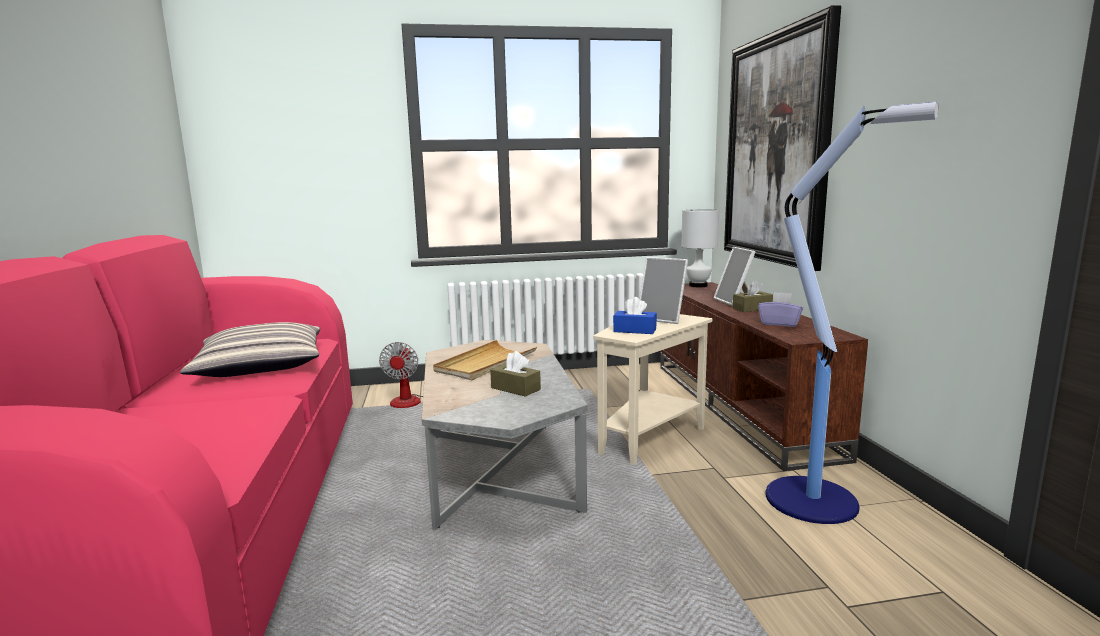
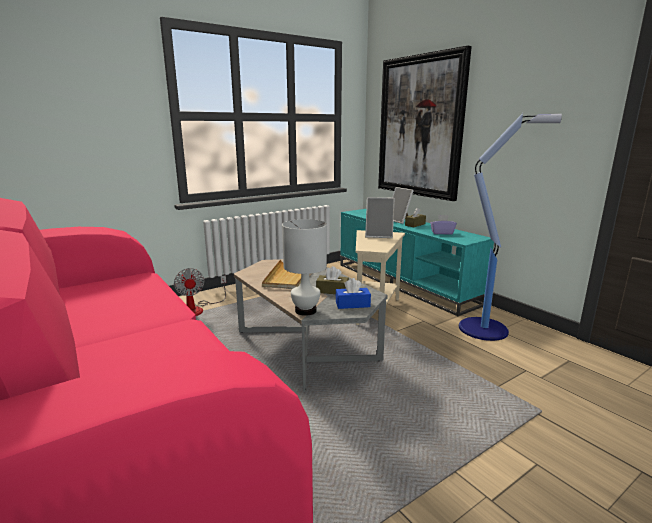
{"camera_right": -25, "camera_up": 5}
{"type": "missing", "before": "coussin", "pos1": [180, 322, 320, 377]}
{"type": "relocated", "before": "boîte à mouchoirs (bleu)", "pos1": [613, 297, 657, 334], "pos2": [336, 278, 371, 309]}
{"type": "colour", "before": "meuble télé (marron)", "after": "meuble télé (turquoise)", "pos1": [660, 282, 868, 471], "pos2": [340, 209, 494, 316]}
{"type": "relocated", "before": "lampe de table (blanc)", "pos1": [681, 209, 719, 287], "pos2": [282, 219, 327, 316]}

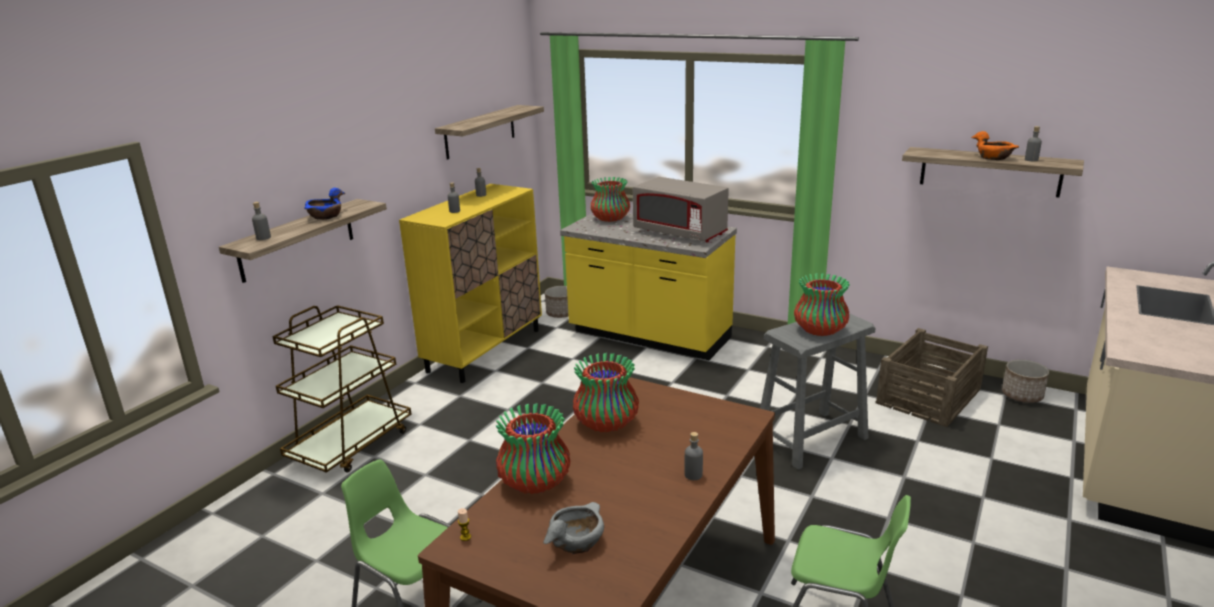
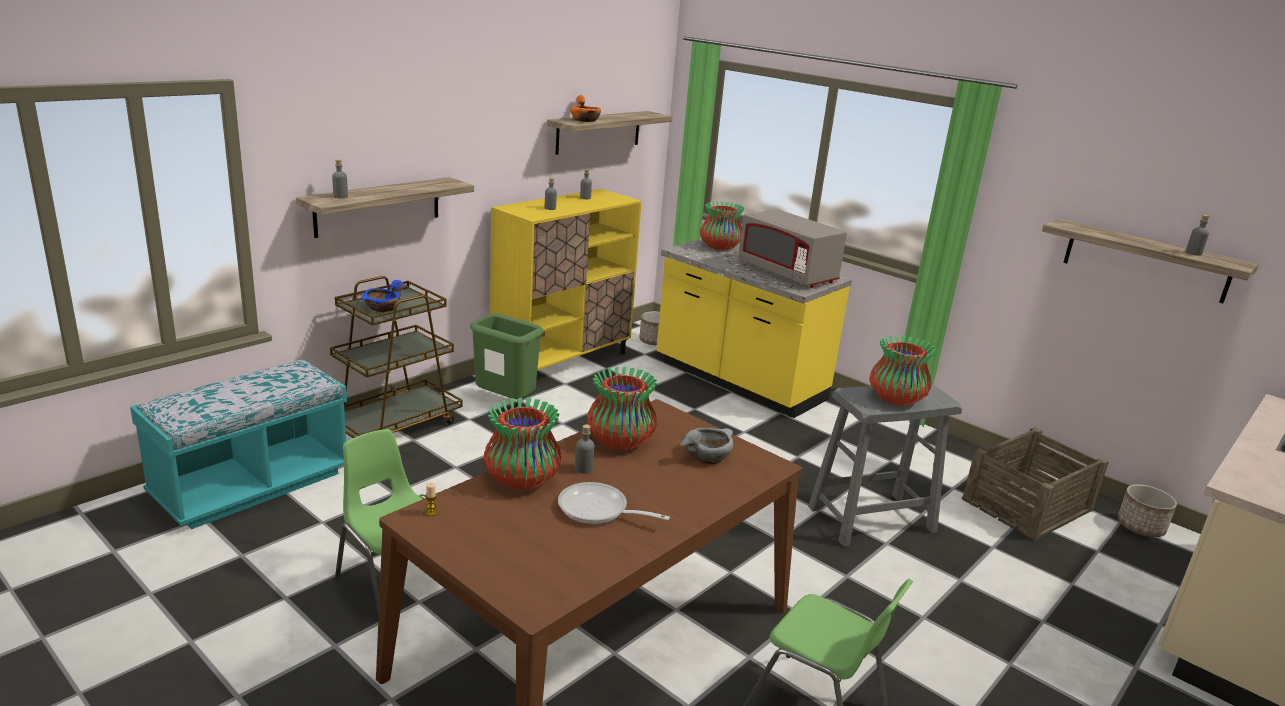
{"camera_right": 10, "camera_up": 0}
{"type": "relocated", "before": "bol (bleu)", "pos1": [304, 188, 345, 220], "pos2": [361, 280, 408, 312]}
{"type": "relocated", "before": "bol (gris)", "pos1": [543, 502, 604, 554], "pos2": [680, 428, 733, 464]}
{"type": "relocated", "before": "bouteille (gris)", "pos1": [684, 432, 703, 480], "pos2": [575, 424, 595, 474]}
{"type": "relocated", "before": "bol (orange)", "pos1": [971, 131, 1019, 160], "pos2": [570, 95, 601, 122]}
{"type": "appeared", "after": "banc (turquoise)", "pos2": [130, 360, 347, 529]}
{"type": "appeared", "after": "poubelle (vert)", "pos2": [470, 313, 543, 399]}
{"type": "appeared", "after": "poêle", "pos2": [558, 482, 670, 524]}

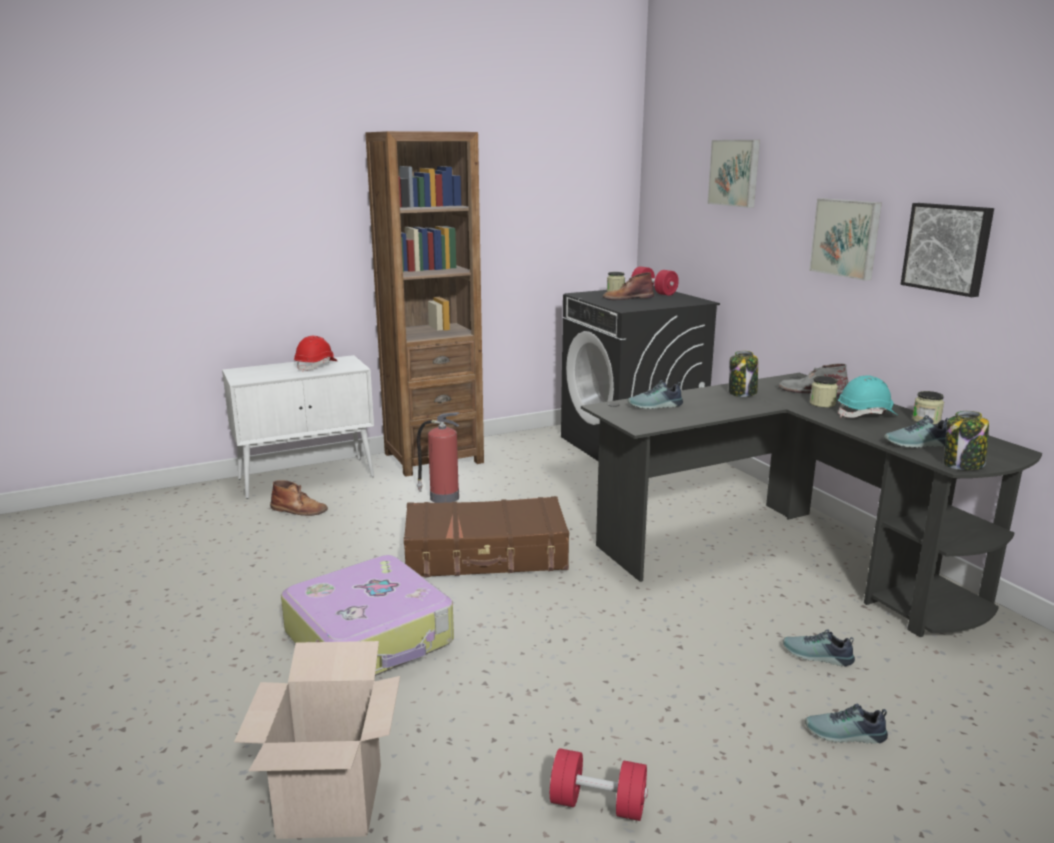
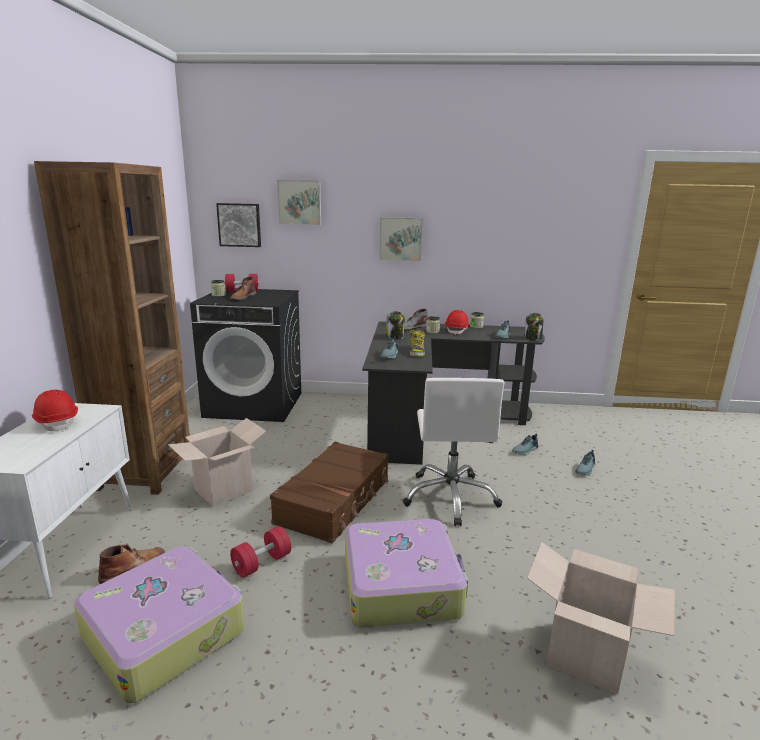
{"camera_right": -60, "camera_up": 0}
{"type": "exchanged", "before": "extincteur", "after": "carton", "pos1": [417, 412, 460, 503], "pos2": [168, 418, 267, 507]}
{"type": "relocated", "before": "haltère (rouge)", "pos1": [550, 748, 648, 821], "pos2": [230, 526, 291, 578]}
{"type": "colour", "before": "casque de chantier (turquoise)", "after": "casque de chantier (rouge)", "pos1": [838, 375, 897, 418], "pos2": [445, 310, 470, 335]}
{"type": "relocated", "before": "tableau", "pos1": [900, 203, 994, 297], "pos2": [216, 203, 261, 247]}
{"type": "appeared", "after": "valise", "pos2": [74, 546, 244, 703]}
{"type": "appeared", "after": "chaise de bureau (blanc)", "pos2": [403, 378, 504, 526]}
{"type": "appeared", "after": "botte", "pos2": [410, 330, 425, 357]}

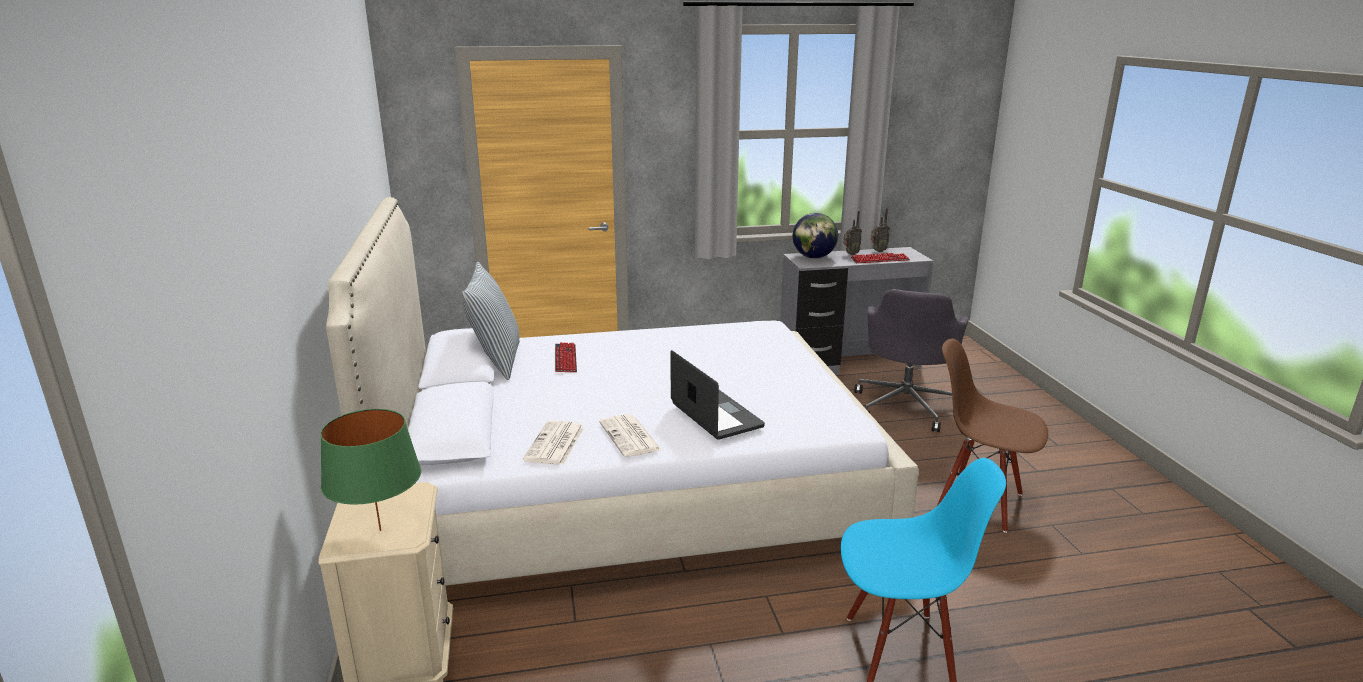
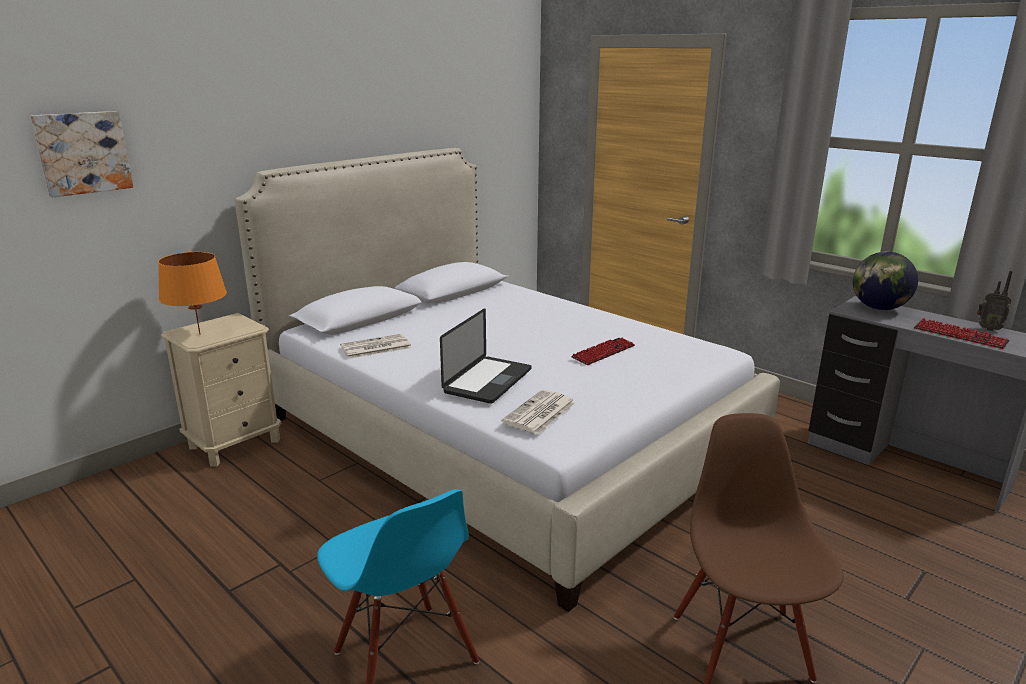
{"camera_right": 55, "camera_up": 0}
{"type": "colour", "before": "lampe de table (vert)", "after": "lampe de table (orange)", "pos1": [320, 409, 421, 531], "pos2": [158, 252, 227, 335]}
{"type": "missing", "before": "coussin", "pos1": [462, 262, 520, 380]}
{"type": "relocated", "before": "clavier", "pos1": [555, 342, 577, 372], "pos2": [571, 338, 635, 365]}
{"type": "relocated", "before": "journal", "pos1": [599, 414, 662, 457], "pos2": [501, 390, 576, 434]}
{"type": "missing", "before": "radio", "pos1": [843, 211, 862, 255]}
{"type": "missing", "before": "chaise de bureau (gris)", "pos1": [854, 289, 969, 432]}
{"type": "appeared", "after": "tableau", "pos2": [31, 111, 133, 197]}

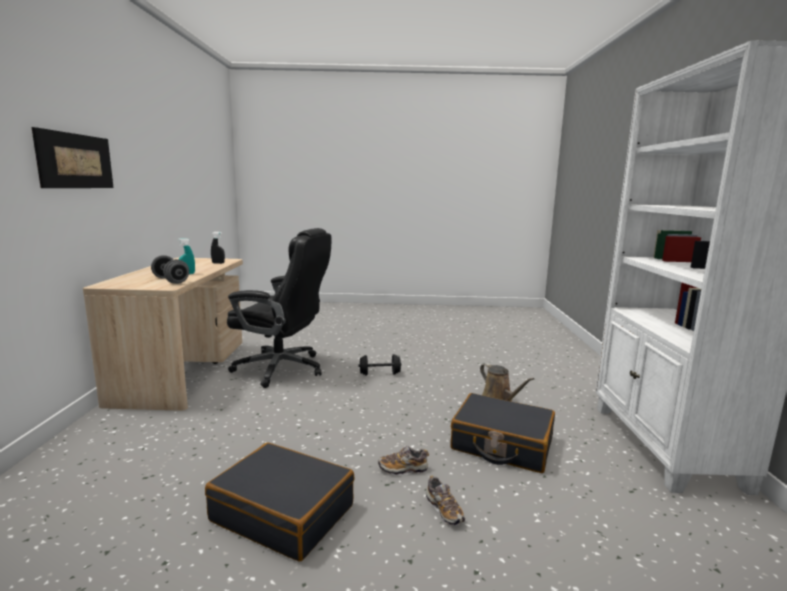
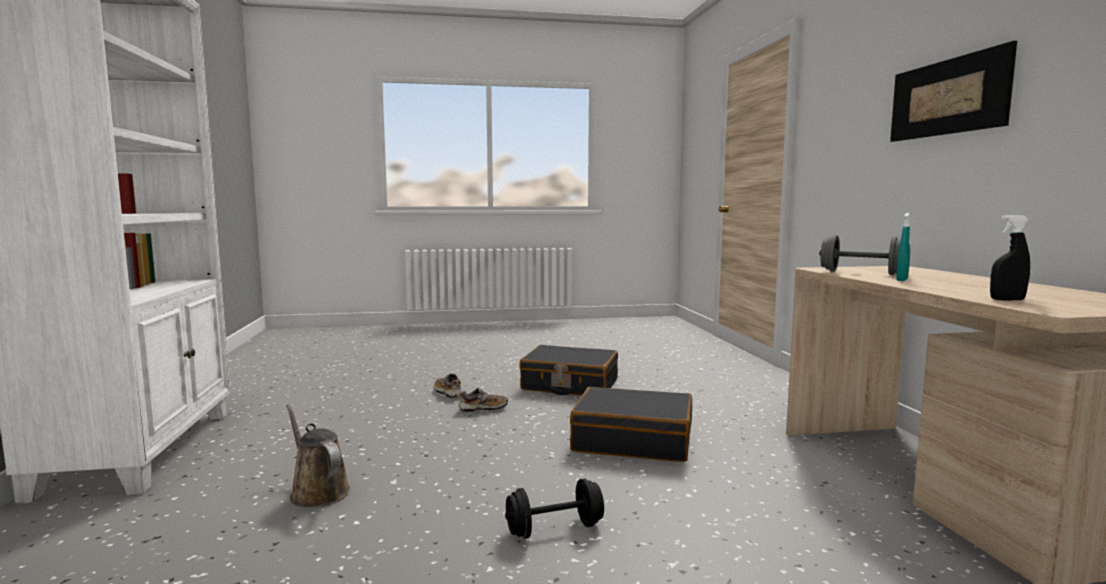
{"camera_right": 170, "camera_up": -5}
{"type": "missing", "before": "chaise de bureau (noir)", "pos1": [227, 228, 331, 388]}
{"type": "relocated", "before": "valise (noir)", "pos1": [450, 393, 555, 473], "pos2": [570, 387, 692, 462]}

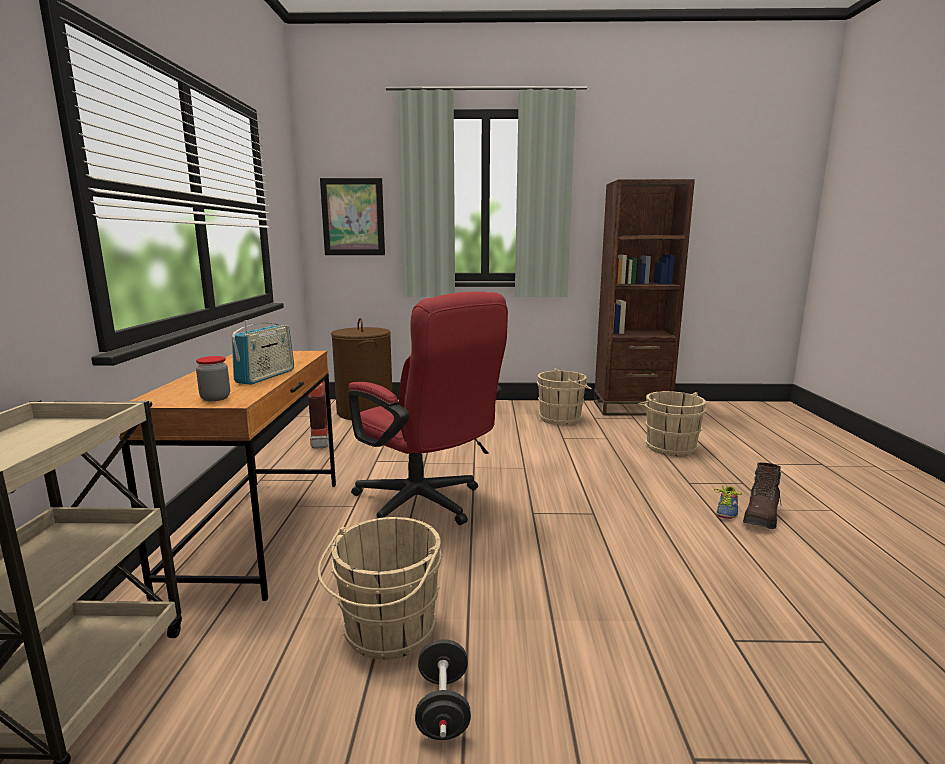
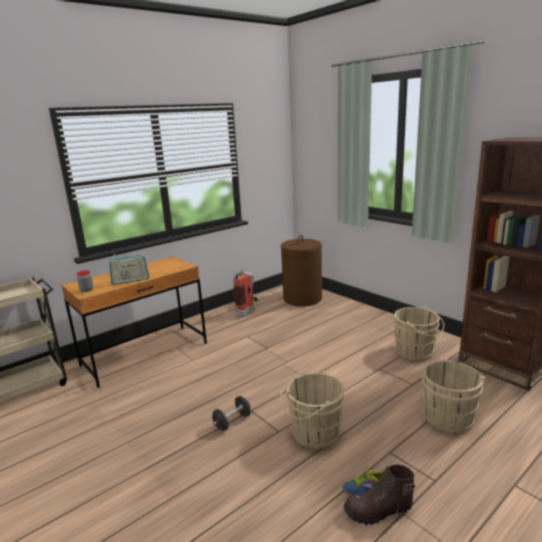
{"camera_right": 50, "camera_up": 5}
{"type": "relocated", "before": "seau (beige)", "pos1": [317, 517, 443, 660], "pos2": [280, 371, 345, 449]}
{"type": "missing", "before": "tableau", "pos1": [320, 178, 385, 255]}
{"type": "missing", "before": "chaise de bureau (rouge)", "pos1": [348, 292, 508, 525]}
{"type": "relocated", "before": "haltère (noir)", "pos1": [415, 639, 471, 740], "pos2": [212, 396, 251, 431]}

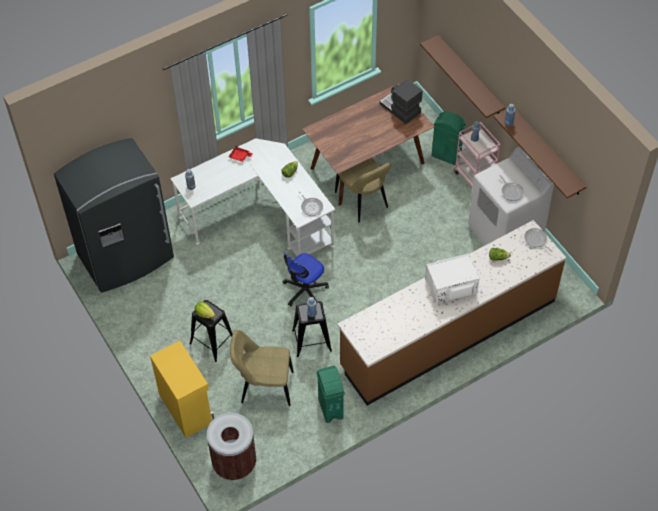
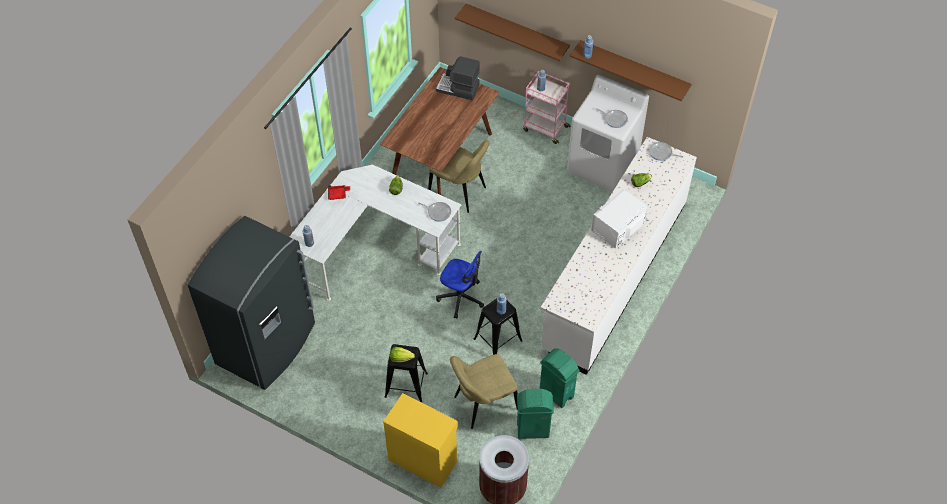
{"camera_right": -30, "camera_up": 0}
{"type": "spun", "before": "chaise de bureau", "pos1": [283, 253, 329, 307], "pos2": [436, 251, 484, 318], "turn": -75}
{"type": "colour", "before": "comptoir de cuisine (marron)", "after": "comptoir de cuisine (blanc)", "pos1": [337, 220, 566, 406], "pos2": [540, 137, 697, 375]}
{"type": "relocated", "before": "poubelle (vert)", "pos1": [432, 111, 466, 165], "pos2": [517, 389, 554, 439]}

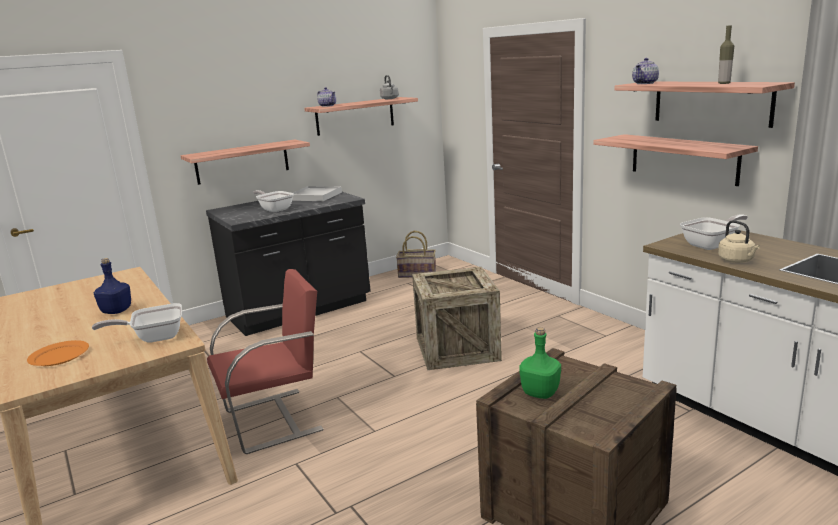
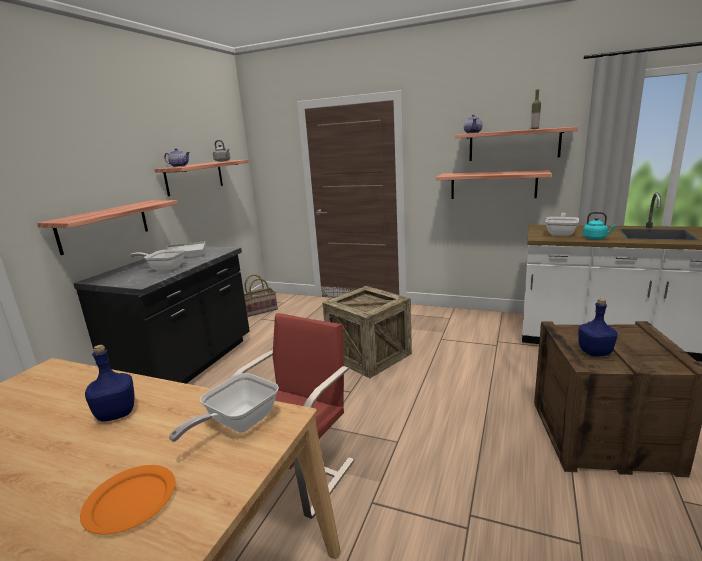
{"camera_right": -35, "camera_up": 0}
{"type": "colour", "before": "bouteille (vert)", "after": "bouteille (bleu)", "pos1": [519, 327, 561, 399], "pos2": [578, 299, 618, 356]}
{"type": "colour", "before": "bouilloire (beige)", "after": "bouilloire (turquoise)", "pos1": [718, 220, 760, 263], "pos2": [583, 212, 616, 240]}

